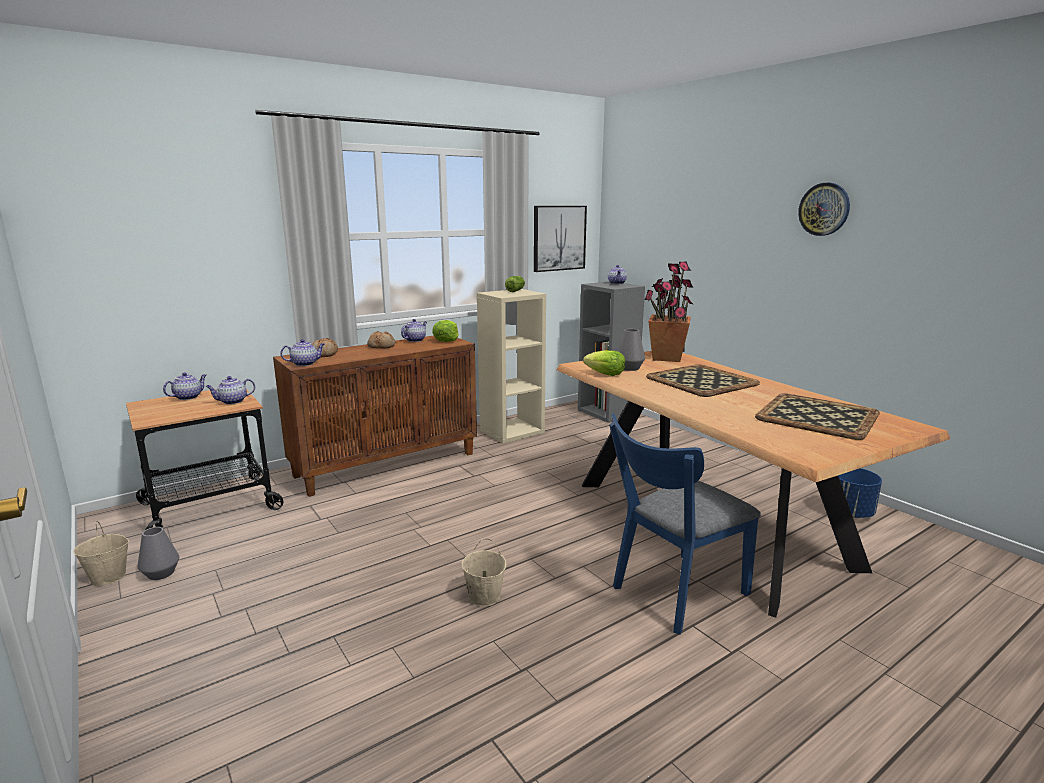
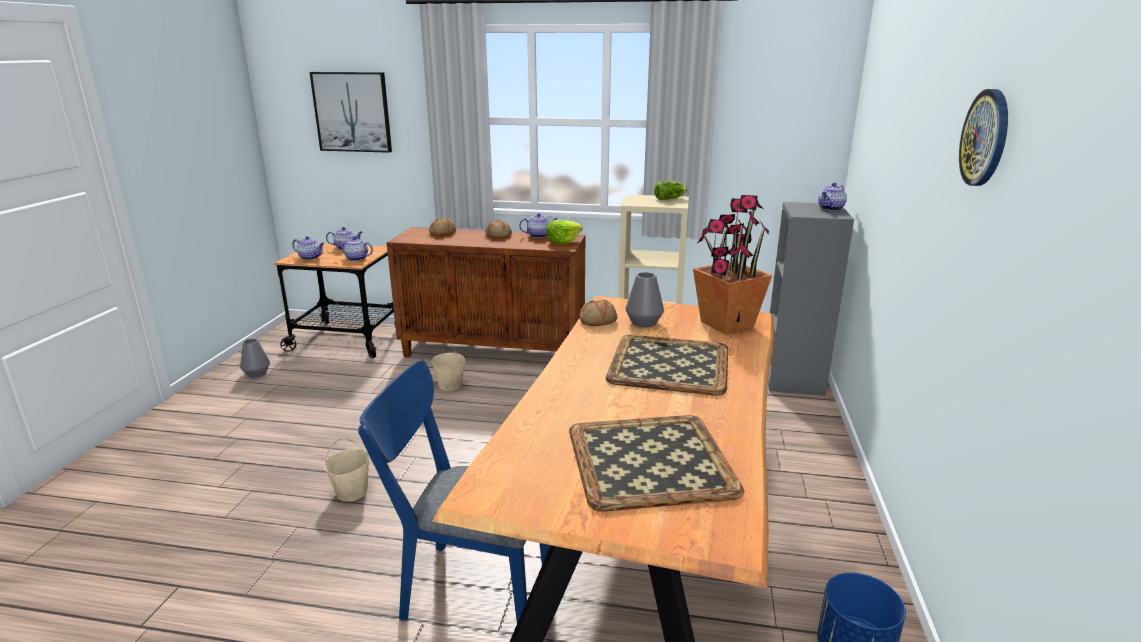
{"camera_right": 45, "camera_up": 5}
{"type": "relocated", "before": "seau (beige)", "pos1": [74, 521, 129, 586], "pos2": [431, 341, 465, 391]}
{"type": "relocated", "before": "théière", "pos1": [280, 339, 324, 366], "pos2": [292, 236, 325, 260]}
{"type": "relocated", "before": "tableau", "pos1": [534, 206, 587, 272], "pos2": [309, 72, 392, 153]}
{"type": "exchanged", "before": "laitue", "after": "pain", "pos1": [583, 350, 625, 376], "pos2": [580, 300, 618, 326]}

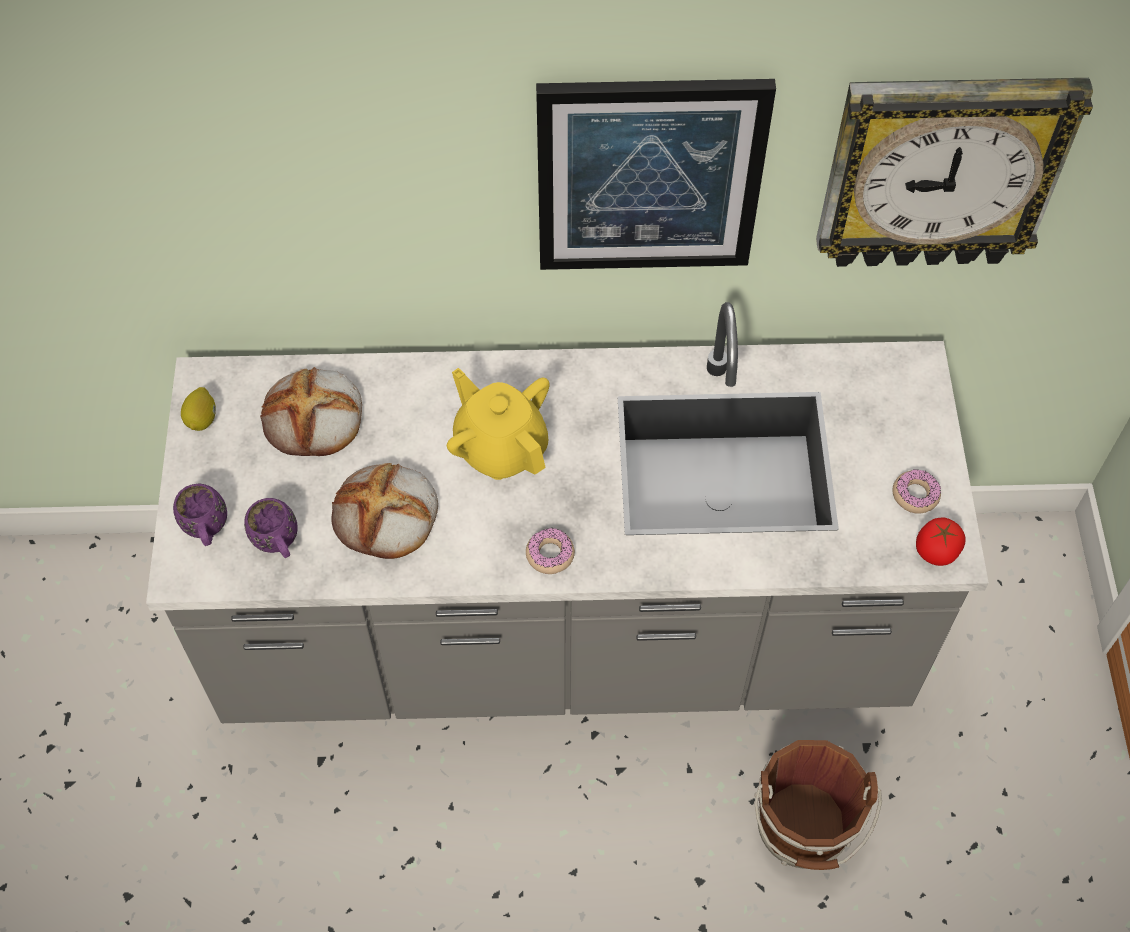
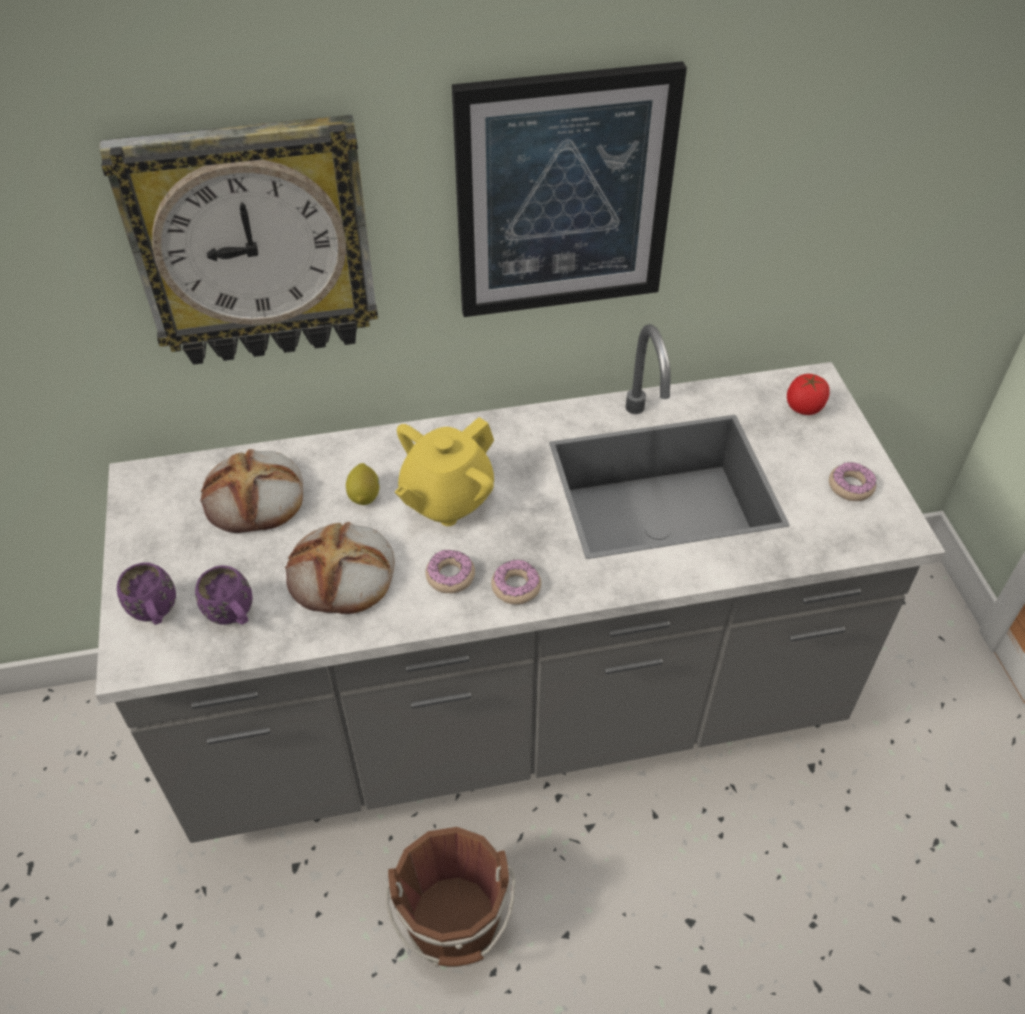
{"camera_right": -10, "camera_up": -10}
{"type": "relocated", "before": "citron", "pos1": [181, 387, 216, 431], "pos2": [346, 463, 380, 505]}
{"type": "spun", "before": "théière (jaune)", "pos1": [447, 368, 550, 480], "pos2": [395, 417, 494, 526], "turn": -90}
{"type": "relocated", "before": "seau (marron)", "pos1": [754, 740, 882, 870], "pos2": [386, 827, 516, 967]}
{"type": "relocated", "before": "horloge murale", "pos1": [816, 78, 1093, 267], "pos2": [99, 114, 378, 365]}
{"type": "relocated", "before": "tomate", "pos1": [916, 518, 965, 566], "pos2": [787, 374, 830, 415]}
{"type": "appeared", "after": "beignet", "pos2": [425, 549, 475, 593]}

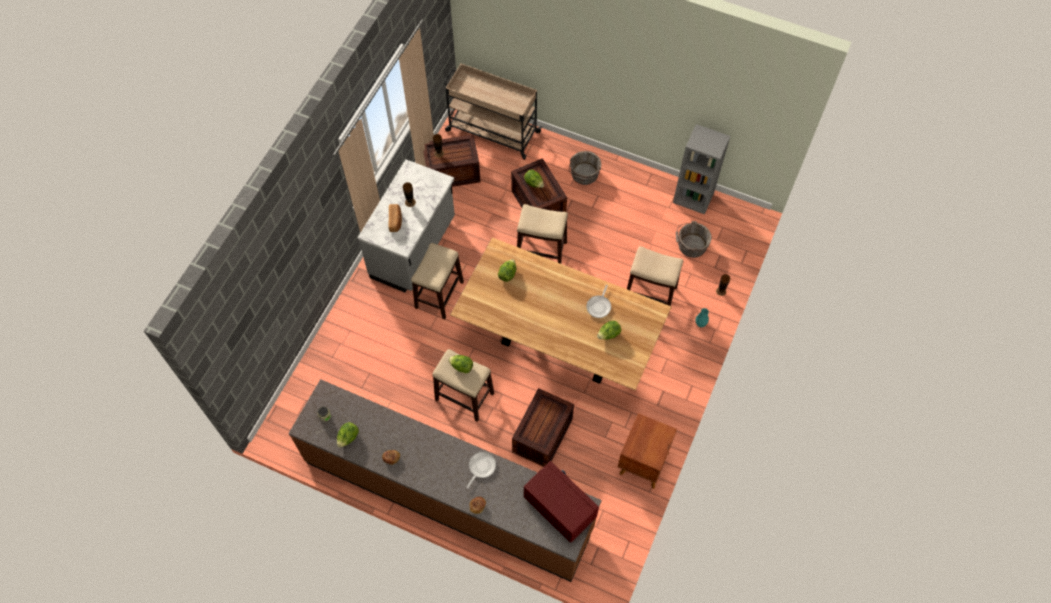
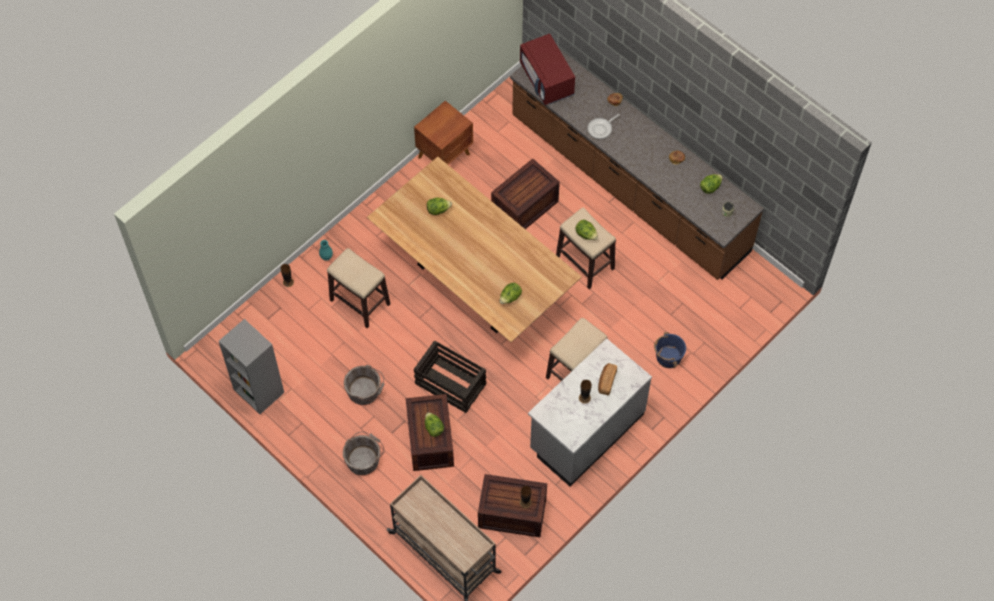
{"camera_right": -160, "camera_up": 0}
{"type": "exchanged", "before": "tabouret", "after": "caisse", "pos1": [517, 204, 568, 264], "pos2": [414, 341, 486, 413]}
{"type": "missing", "before": "poêle", "pos1": [586, 285, 611, 318]}
{"type": "relocated", "before": "seau (gris)", "pos1": [676, 221, 712, 258], "pos2": [344, 365, 384, 405]}
{"type": "appeared", "after": "seau (bleu)", "pos2": [654, 332, 686, 368]}

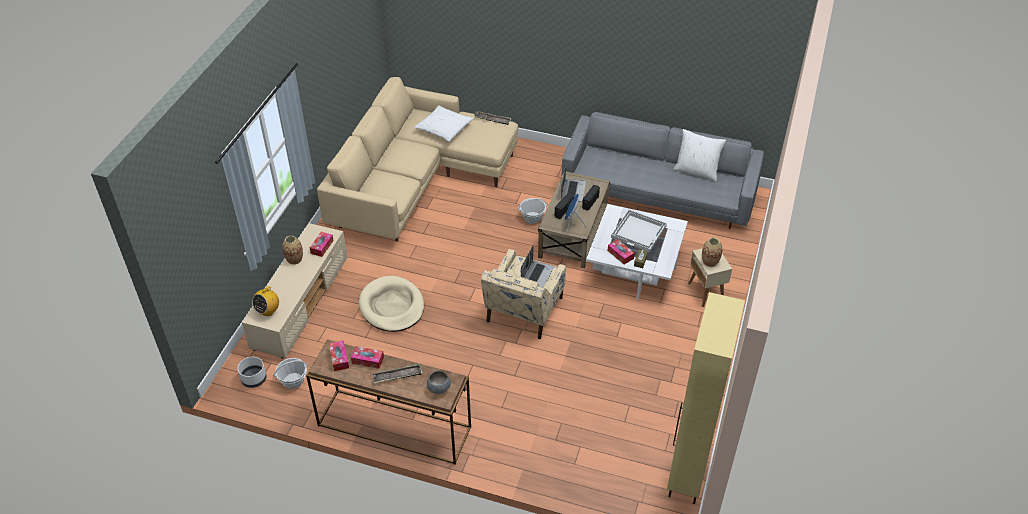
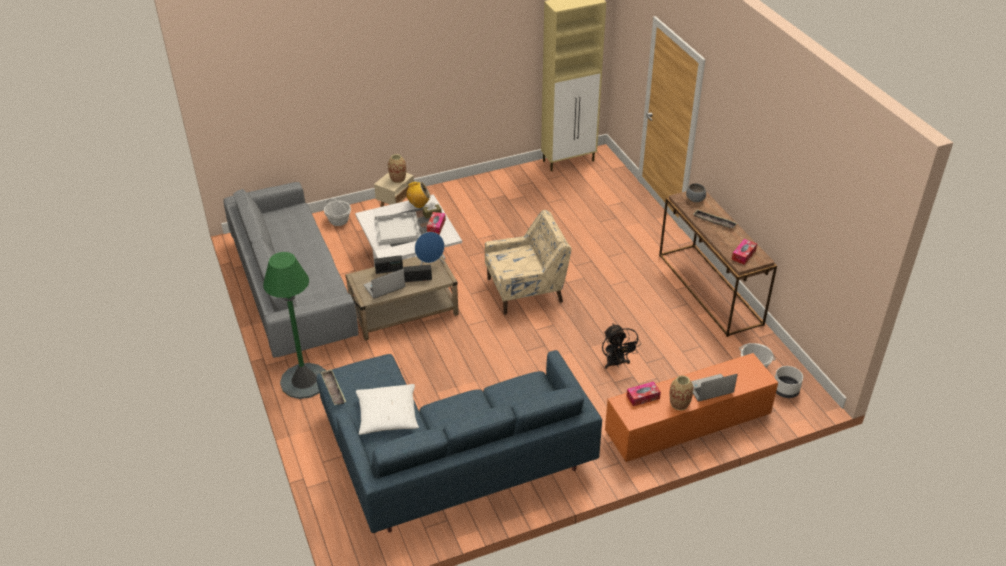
{"camera_right": -130, "camera_up": -5}
{"type": "colour", "before": "meuble télé (beige)", "after": "meuble télé (orange)", "pos1": [242, 223, 348, 358], "pos2": [605, 353, 778, 462]}
{"type": "relocated", "before": "radio", "pos1": [252, 286, 279, 316], "pos2": [407, 182, 430, 208]}
{"type": "colour", "before": "canapé (beige)", "after": "canapé (bleu)", "pos1": [317, 77, 518, 241], "pos2": [317, 350, 602, 533]}
{"type": "missing", "before": "boîte à mouchoirs", "pos1": [351, 346, 384, 369]}
{"type": "exchanged", "before": "panier pour chien (beige)", "after": "ventilateur (noir)", "pos1": [359, 276, 424, 332], "pos2": [602, 324, 641, 369]}
{"type": "relocated", "before": "panier", "pos1": [518, 198, 548, 224], "pos2": [324, 198, 351, 226]}
{"type": "relocated", "before": "ordinateur portable", "pos1": [521, 245, 554, 288], "pos2": [691, 374, 738, 401]}
{"type": "missing", "before": "coussin (blanc)", "pos1": [674, 129, 726, 181]}
{"type": "appeared", "after": "lampadaire (vert)", "pos2": [263, 252, 326, 399]}

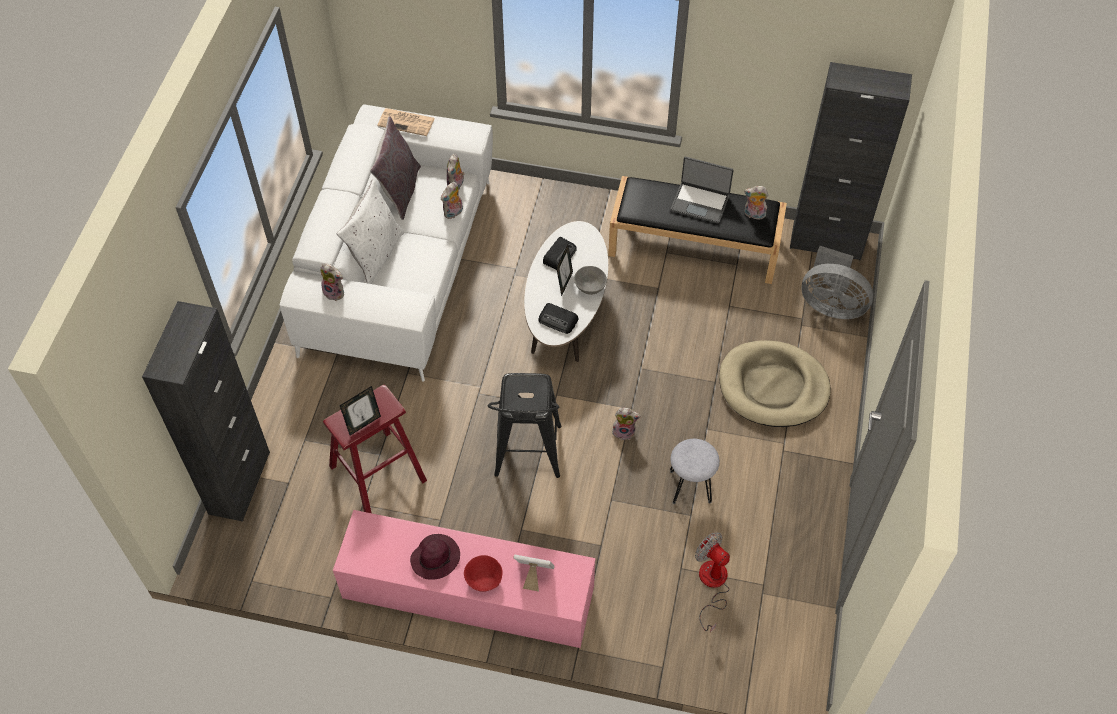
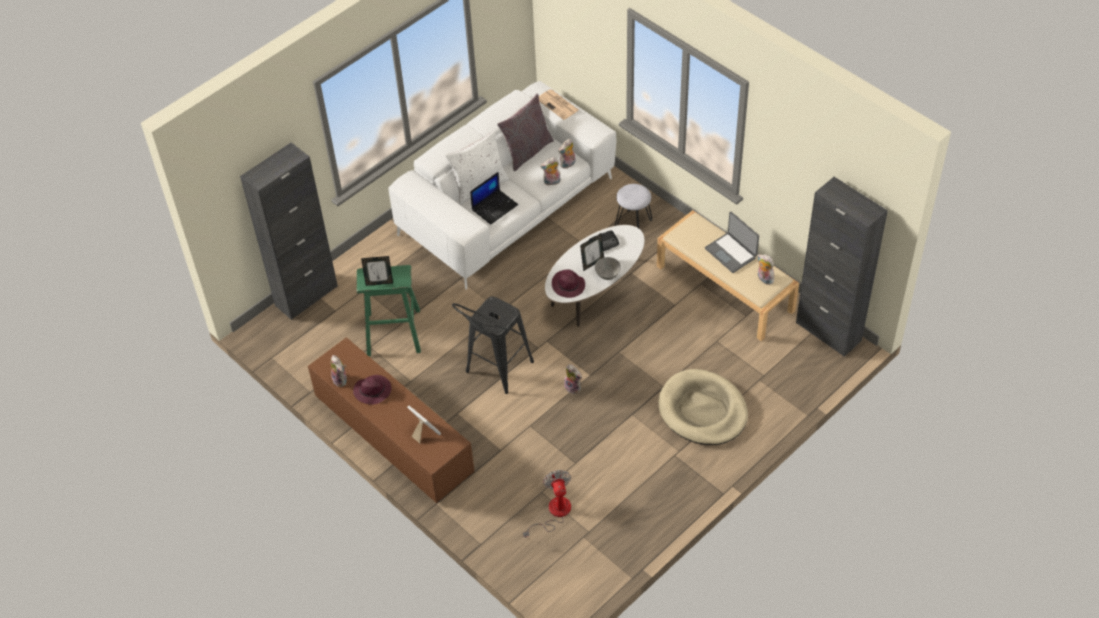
{"camera_right": 35, "camera_up": -5}
{"type": "relocated", "before": "peluche", "pos1": [320, 263, 344, 301], "pos2": [331, 355, 347, 387]}
{"type": "colour", "before": "tabouret (rouge)", "after": "tabouret (vert)", "pos1": [323, 385, 427, 513], "pos2": [357, 265, 421, 357]}
{"type": "colour", "before": "meuble télé (rose)", "after": "meuble télé (marron)", "pos1": [333, 510, 596, 648], "pos2": [308, 337, 475, 503]}
{"type": "missing", "before": "bol (rouge)", "pos1": [464, 555, 503, 592]}
{"type": "exchanged", "before": "radio", "after": "chapeau (violet)", "pos1": [539, 303, 579, 334], "pos2": [552, 269, 585, 298]}
{"type": "colour", "before": "banc (noir)", "after": "banc (beige)", "pos1": [608, 176, 787, 284], "pos2": [657, 210, 799, 341]}
{"type": "relocated", "before": "tabouret (gris)", "pos1": [670, 439, 720, 504], "pos2": [615, 184, 652, 228]}
{"type": "missing", "before": "ventilateur (gris)", "pos1": [801, 246, 873, 319]}
{"type": "appeared", "after": "ordinateur portable", "pos2": [470, 172, 518, 225]}

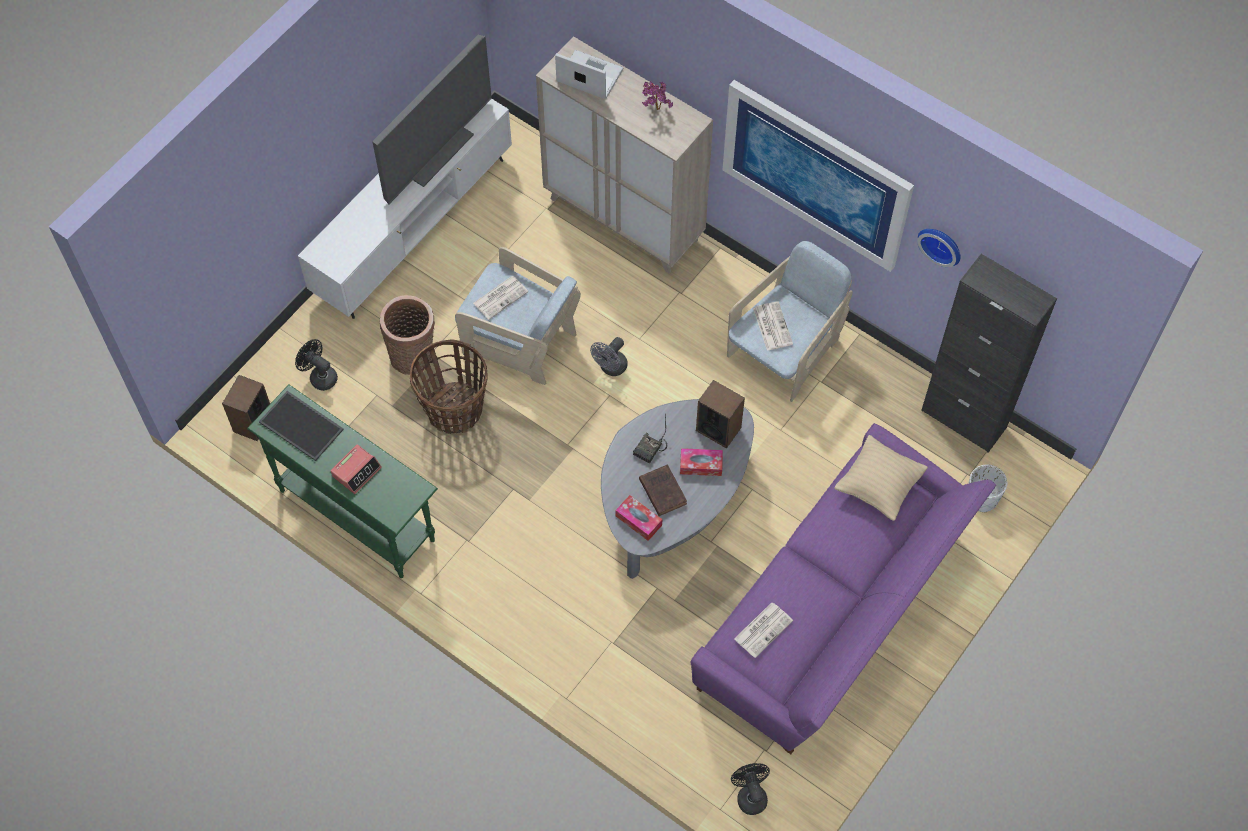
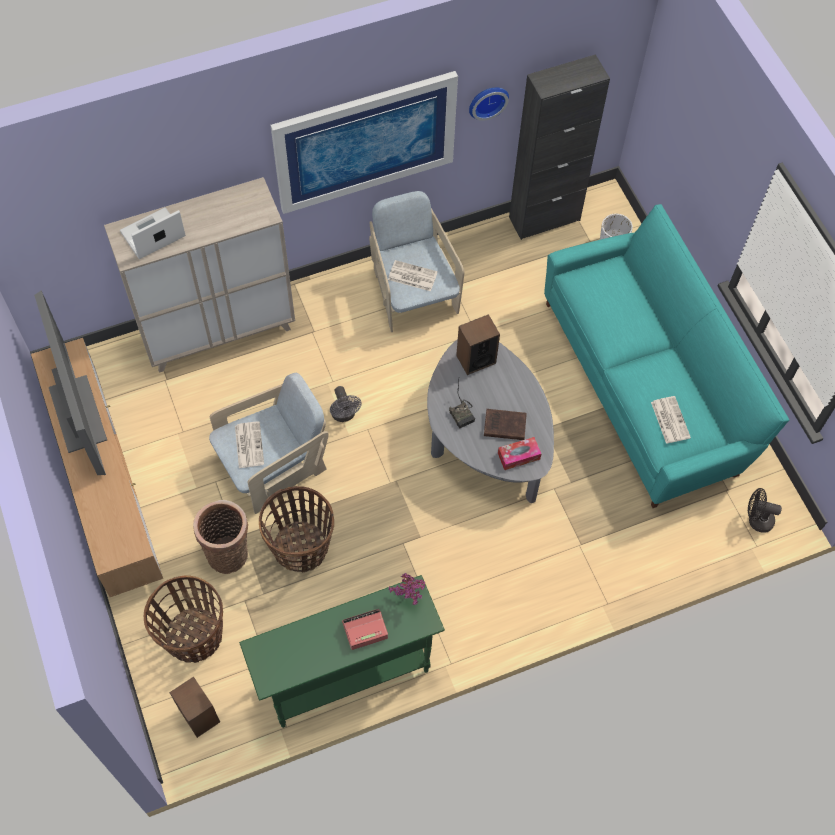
{"camera_right": -60, "camera_up": 0}
{"type": "missing", "before": "plateau", "pos1": [259, 391, 344, 461]}
{"type": "exchanged", "before": "ventilateur (noir)", "after": "panier", "pos1": [295, 339, 338, 391], "pos2": [144, 575, 223, 663]}
{"type": "colour", "before": "meuble télé (blanc)", "after": "meuble télé (marron)", "pos1": [298, 99, 512, 319], "pos2": [31, 338, 163, 597]}
{"type": "spun", "before": "réveil", "pos1": [331, 444, 382, 494], "pos2": [342, 609, 388, 650], "turn": -90}
{"type": "relocated", "before": "plante en pot", "pos1": [642, 81, 673, 110], "pos2": [389, 573, 425, 605]}
{"type": "missing", "before": "boîte à mouchoirs", "pos1": [680, 448, 723, 476]}
{"type": "colour", "before": "canapé (violet)", "after": "canapé (turquoise)", "pos1": [690, 423, 996, 754], "pos2": [544, 204, 789, 508]}
{"type": "missing", "before": "coussin (beige)", "pos1": [834, 435, 928, 521]}

